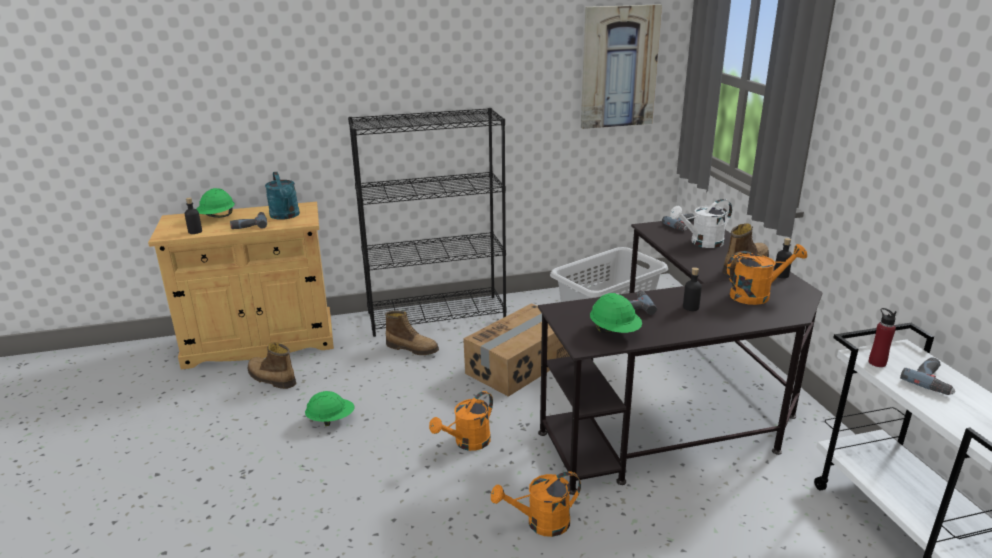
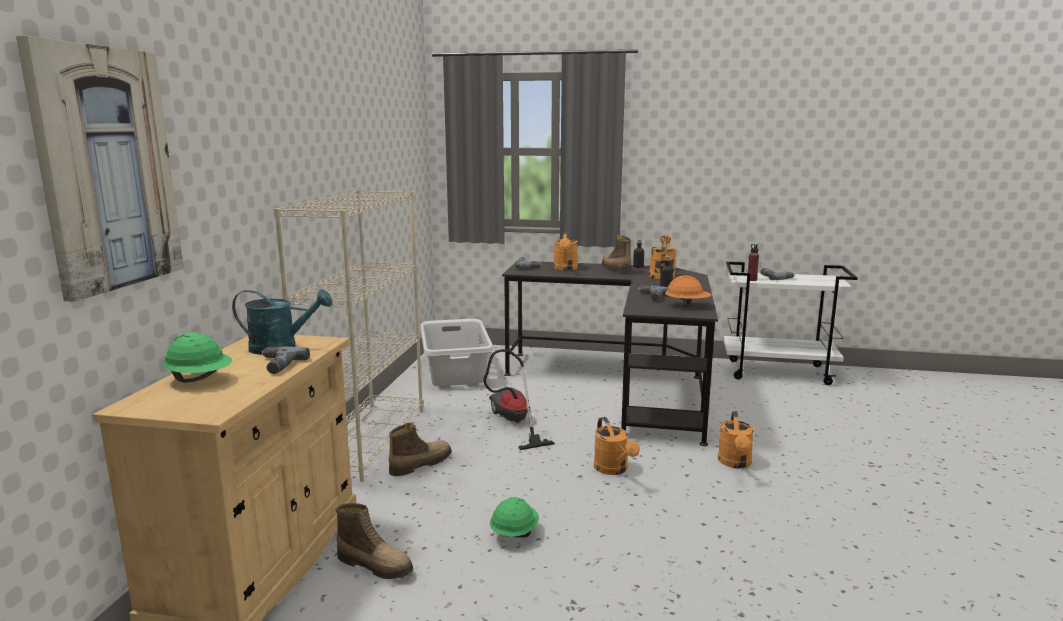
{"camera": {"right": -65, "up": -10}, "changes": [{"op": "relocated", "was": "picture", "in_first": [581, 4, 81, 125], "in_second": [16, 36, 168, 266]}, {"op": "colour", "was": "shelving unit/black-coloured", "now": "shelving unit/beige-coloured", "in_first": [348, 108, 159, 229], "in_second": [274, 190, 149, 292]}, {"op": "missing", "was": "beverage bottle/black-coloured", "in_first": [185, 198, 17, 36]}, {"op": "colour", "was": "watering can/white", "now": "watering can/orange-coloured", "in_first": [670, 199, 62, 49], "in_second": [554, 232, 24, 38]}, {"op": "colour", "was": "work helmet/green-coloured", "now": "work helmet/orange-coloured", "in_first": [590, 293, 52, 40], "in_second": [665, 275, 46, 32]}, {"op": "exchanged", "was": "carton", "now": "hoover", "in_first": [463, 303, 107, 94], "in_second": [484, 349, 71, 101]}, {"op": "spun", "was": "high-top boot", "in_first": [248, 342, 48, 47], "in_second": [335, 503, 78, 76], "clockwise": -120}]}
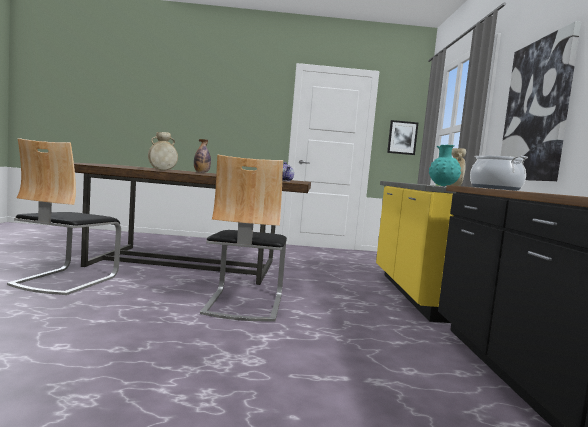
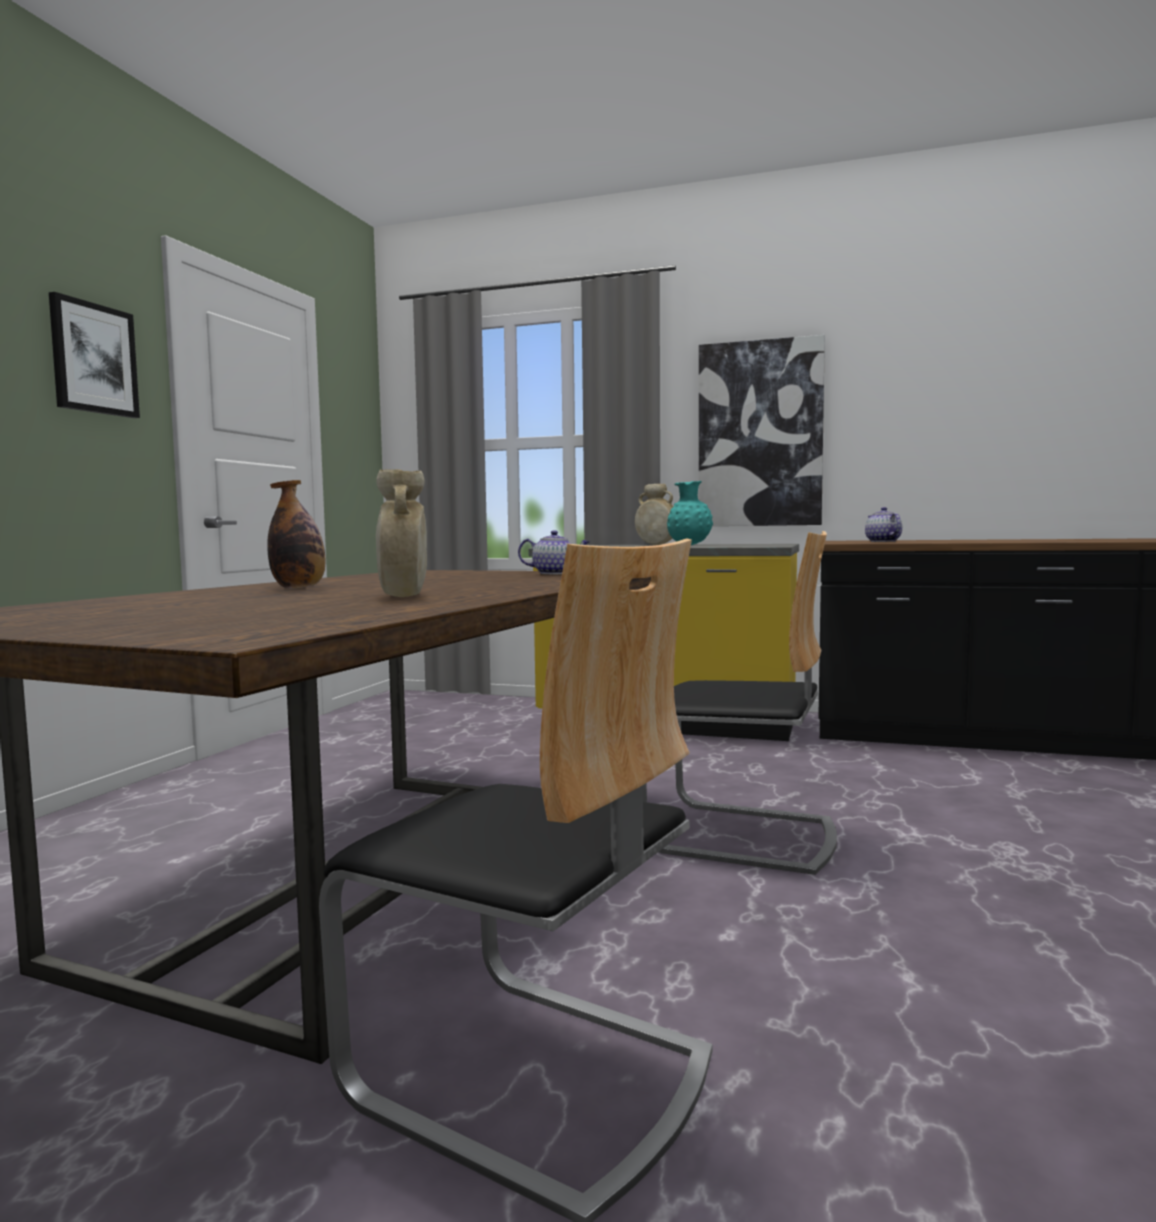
{"camera": {"right": -70, "up": 0}, "changes": [{"op": "relocated", "was": "picture", "in_first": [387, 120, 31, 35], "in_second": [49, 292, 91, 126]}, {"op": "exchanged", "was": "saucepot", "now": "teapot", "in_first": [470, 155, 58, 36], "in_second": [865, 507, 37, 35]}]}
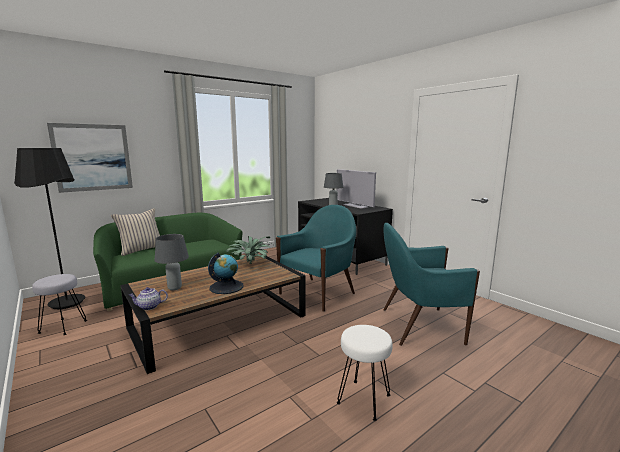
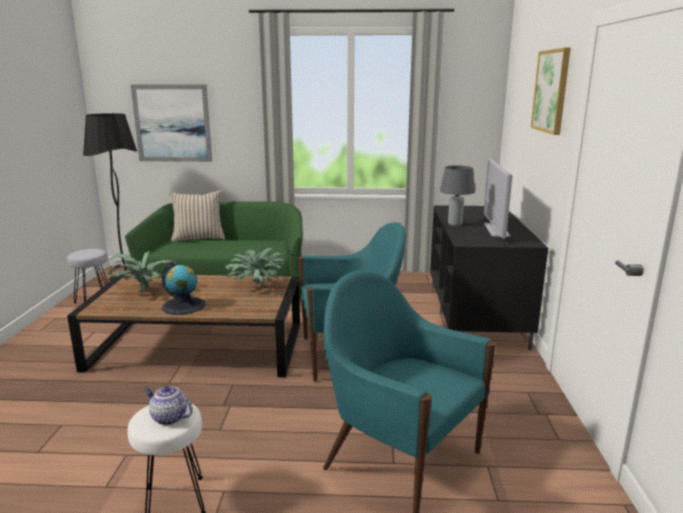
{"camera": {"right": 40, "up": 5}, "changes": [{"op": "exchanged", "was": "tabletop lamp/greyish", "now": "plant in a pot", "in_first": [155, 234, 34, 57], "in_second": [108, 251, 69, 42]}, {"op": "relocated", "was": "teapot", "in_first": [129, 287, 39, 23], "in_second": [143, 386, 50, 39]}, {"op": "appeared", "now": "picture", "in_second": [531, 48, 40, 87]}]}
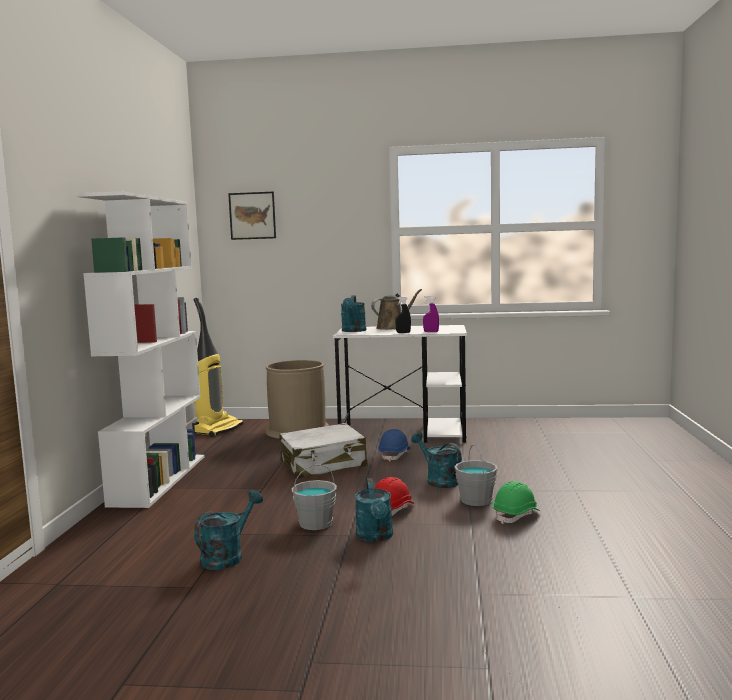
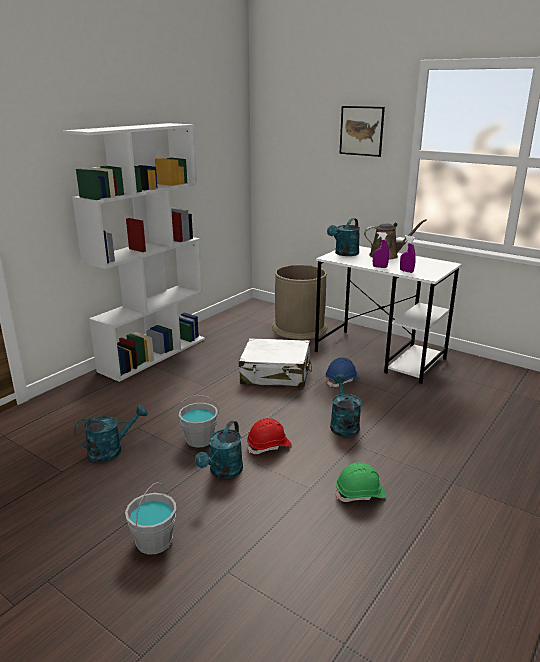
{"camera": {"right": 30, "up": 15}, "changes": [{"op": "relocated", "was": "picture", "in_first": [228, 192, 48, 48], "in_second": [339, 106, 46, 51]}, {"op": "colour", "was": "hand sprayer/black-coloured", "now": "hand sprayer/purplish", "in_first": [396, 297, 15, 36], "in_second": [373, 232, 16, 36]}, {"op": "missing", "was": "hoover", "in_first": [192, 298, 51, 139]}, {"op": "relocated", "was": "water bucket/greyish", "in_first": [454, 445, 43, 61], "in_second": [125, 482, 51, 73]}]}
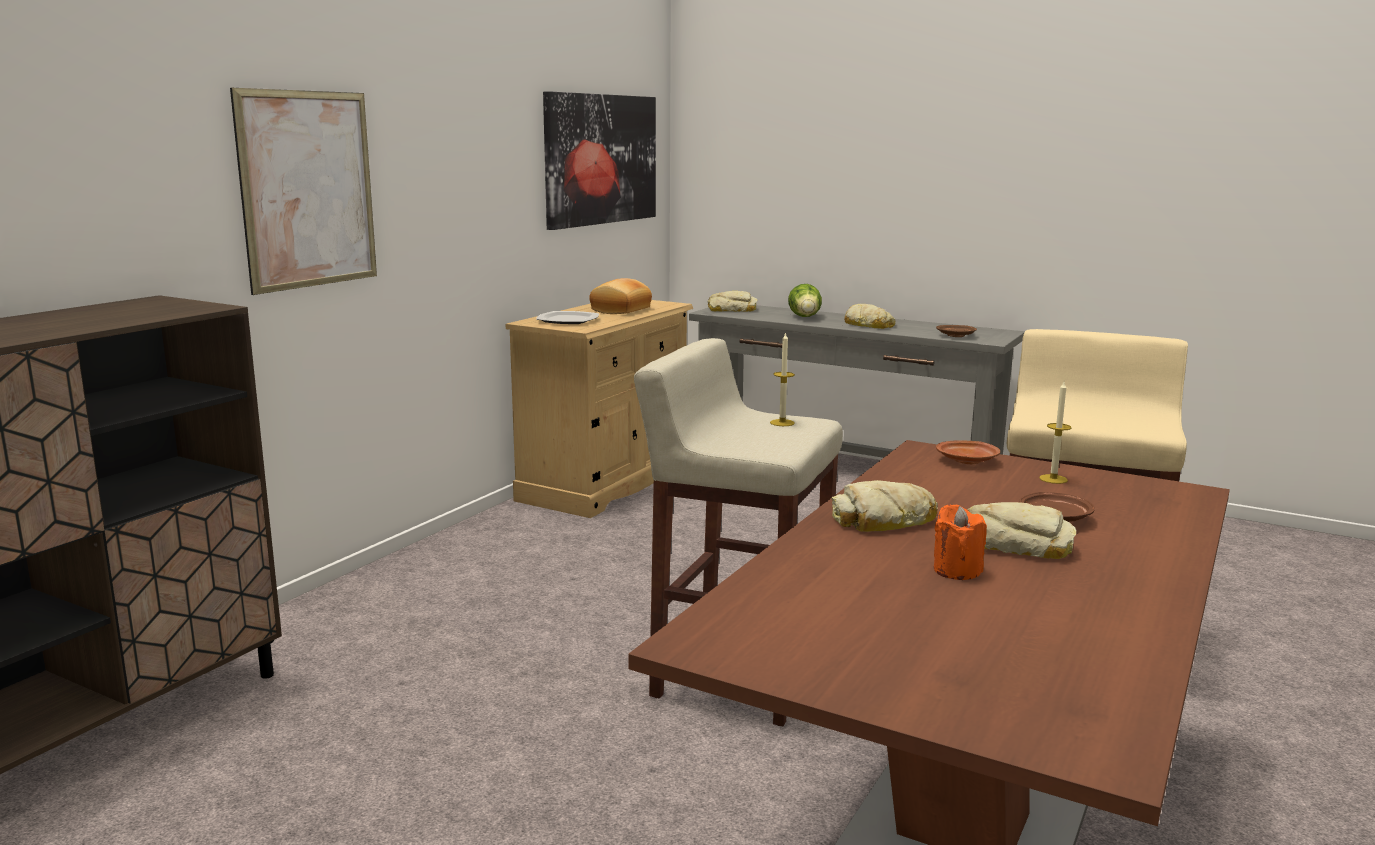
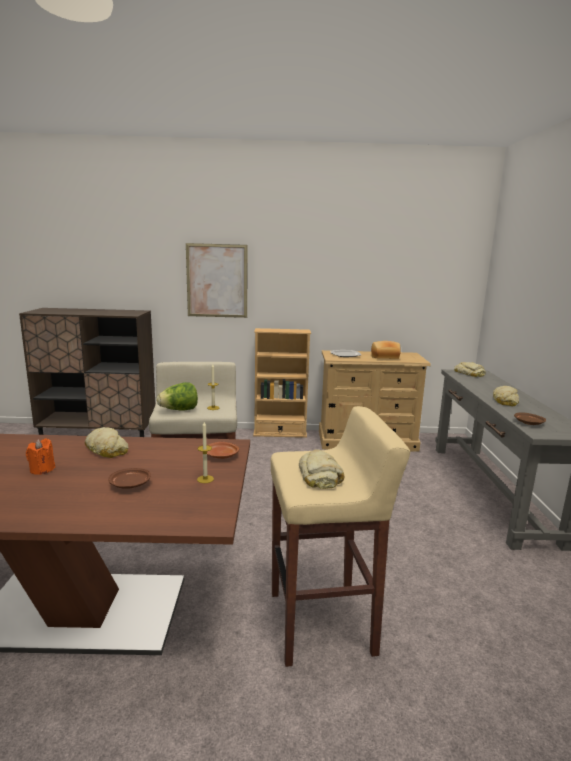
{"camera": {"right": 60, "up": 0}, "changes": [{"op": "missing", "was": "picture", "in_first": [543, 91, 113, 139]}, {"op": "relocated", "was": "head of lettuce", "in_first": [788, 284, 34, 33], "in_second": [157, 382, 41, 29]}, {"op": "relocated", "was": "baked bread", "in_first": [968, 502, 108, 57], "in_second": [299, 449, 46, 40]}, {"op": "appeared", "now": "shelving unit/beige-coloured", "in_second": [253, 328, 58, 110]}]}
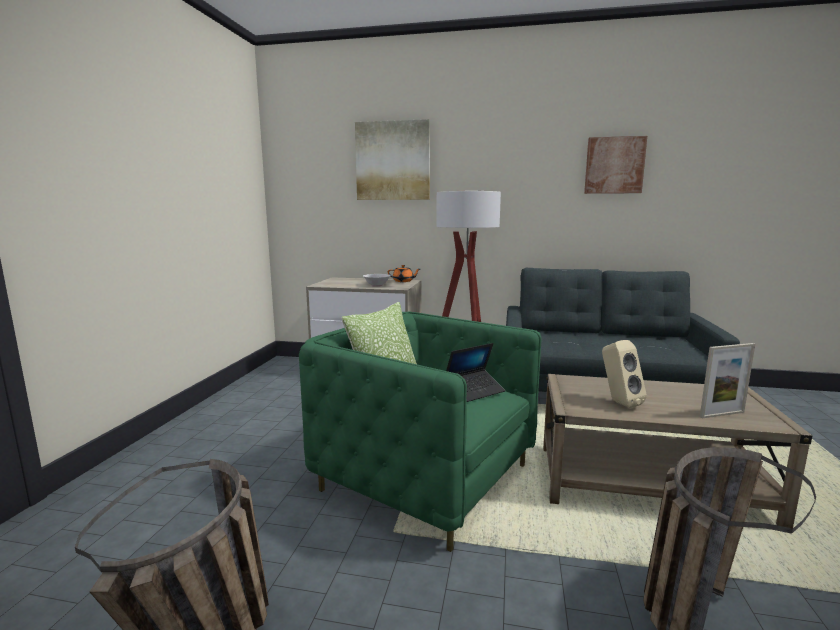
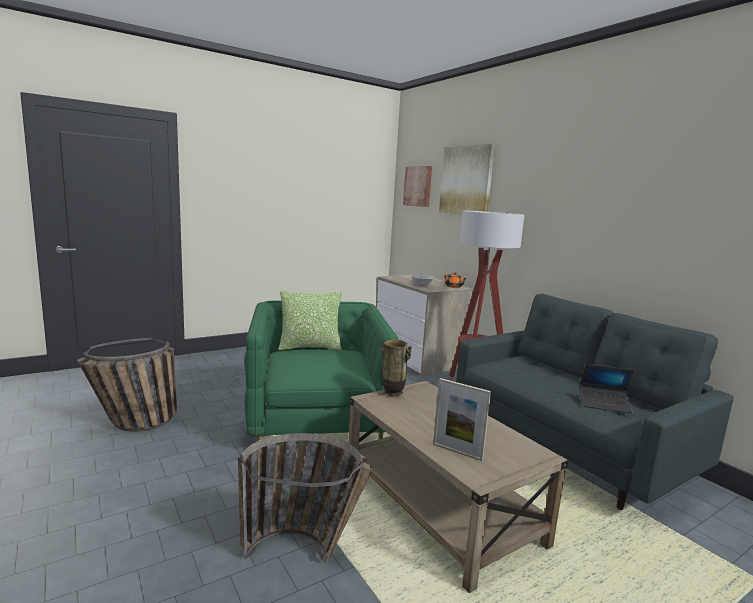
{"camera": {"right": 45, "up": 0}, "changes": [{"op": "relocated", "was": "picture", "in_first": [584, 136, 63, 58], "in_second": [403, 166, 29, 41]}, {"op": "missing", "was": "audio speaker/beige-coloured", "in_first": [602, 340, 45, 68]}, {"op": "relocated", "was": "laptop", "in_first": [446, 343, 59, 59], "in_second": [579, 364, 55, 49]}, {"op": "appeared", "now": "flower vase", "in_second": [381, 340, 31, 56]}]}
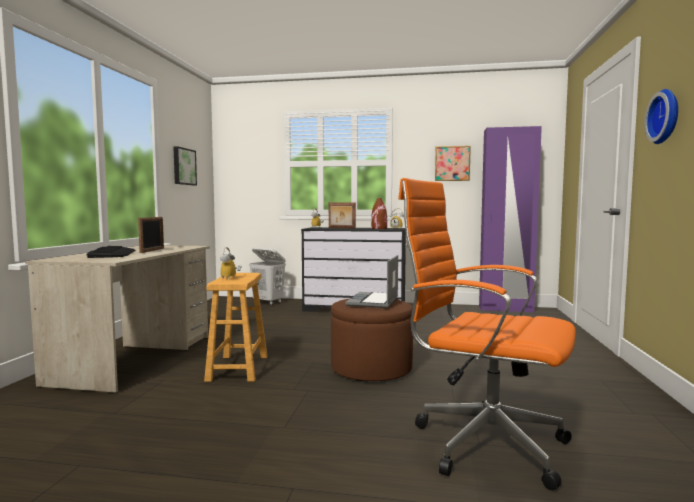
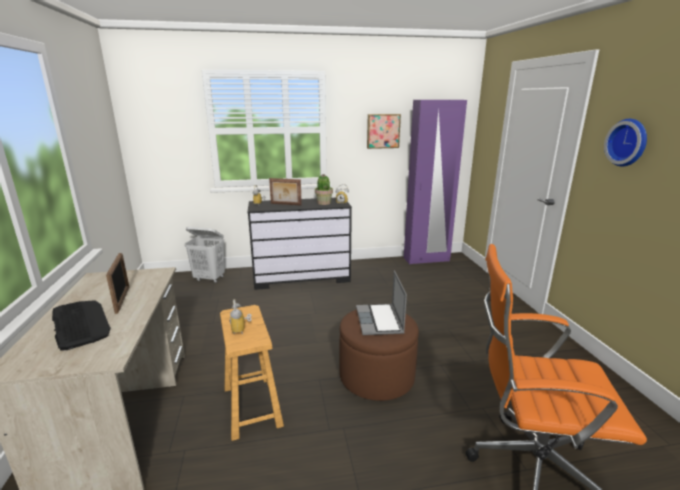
{"camera": {"right": -20, "up": 15}, "changes": [{"op": "missing", "was": "picture", "in_first": [173, 146, 24, 39]}, {"op": "exchanged", "was": "flower vase/brown-coloured", "now": "plant in a pot", "in_first": [371, 198, 16, 31], "in_second": [315, 174, 18, 31]}]}
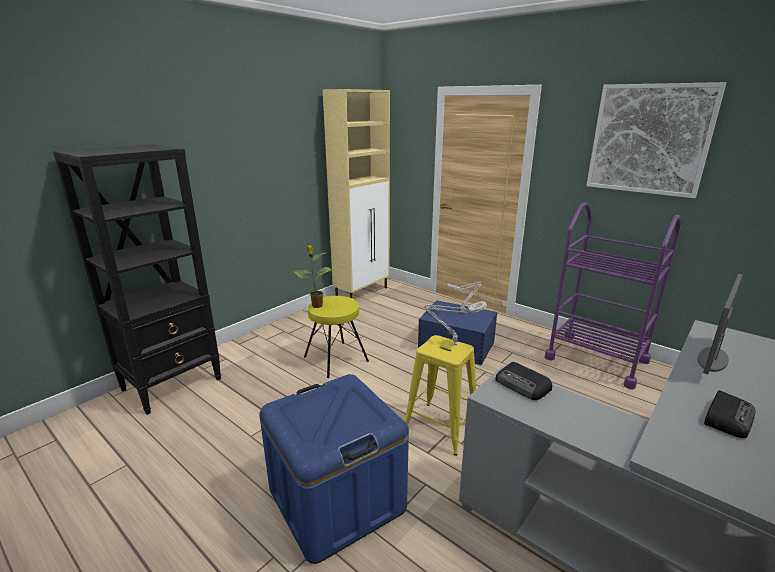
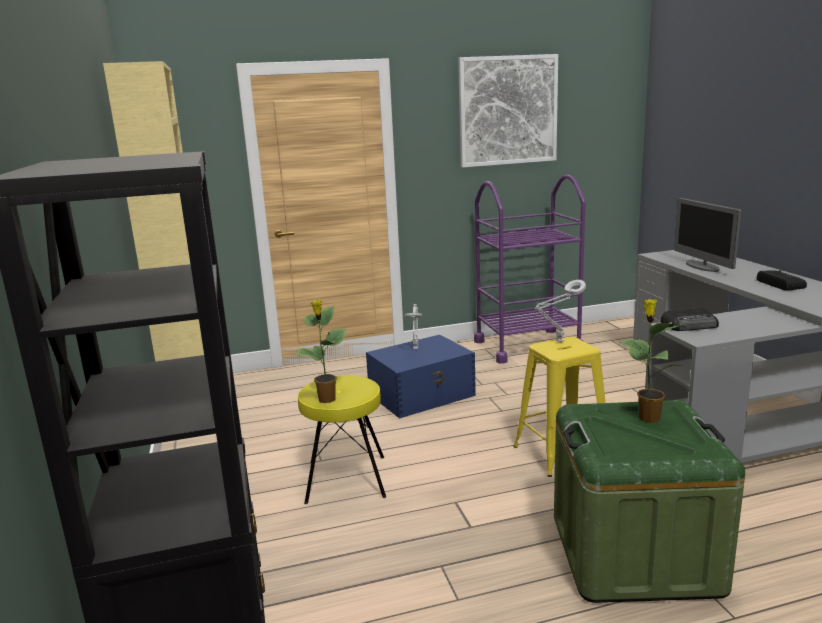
{"camera": {"right": -55, "up": -5}, "changes": [{"op": "colour", "was": "storage box/blue-coloured", "now": "storage box/green-coloured", "in_first": [259, 374, 150, 190], "in_second": [554, 400, 191, 203]}, {"op": "appeared", "now": "plant in a pot", "in_second": [618, 299, 71, 124]}]}
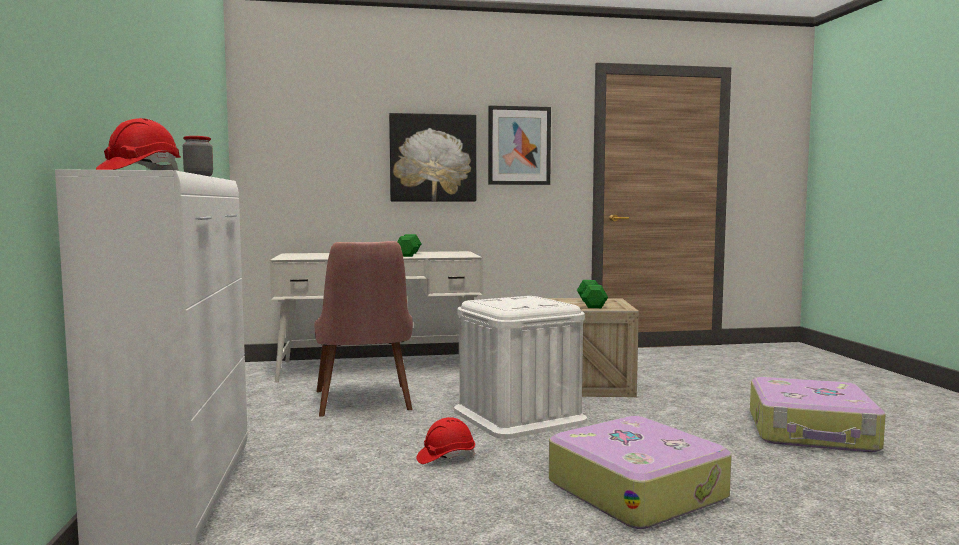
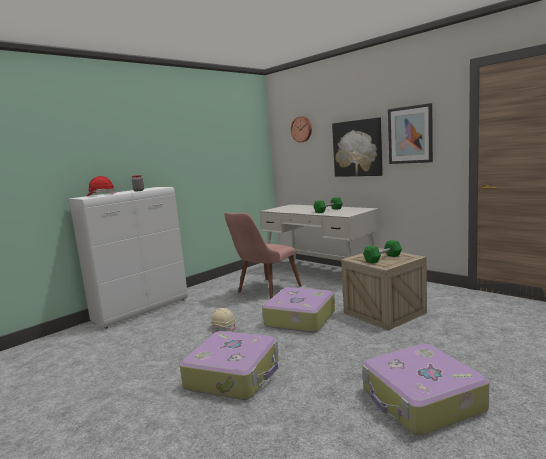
{"camera": {"right": 55, "up": 5}, "changes": [{"op": "exchanged", "was": "storage box/white", "now": "suitcase", "in_first": [454, 296, 133, 143], "in_second": [262, 287, 73, 46]}, {"op": "colour", "was": "work helmet/reddish", "now": "work helmet/beige-coloured", "in_first": [416, 417, 59, 47], "in_second": [210, 308, 26, 23]}, {"op": "appeared", "now": "clock on the wall", "in_second": [291, 116, 21, 26]}]}
